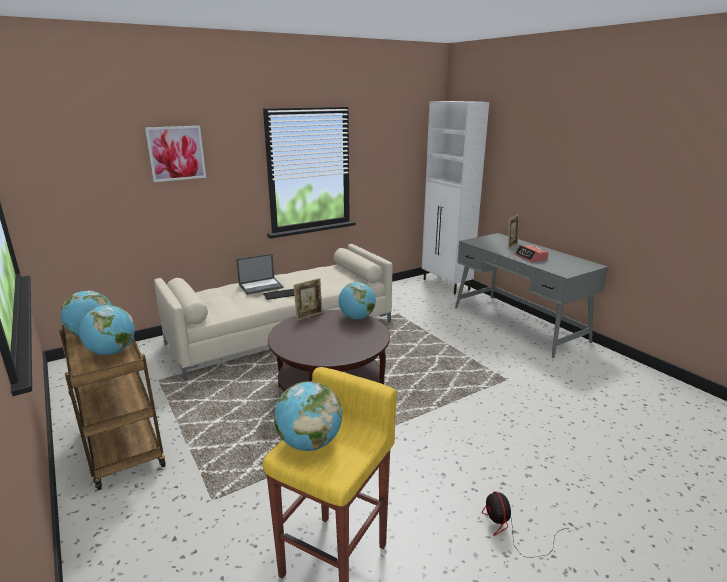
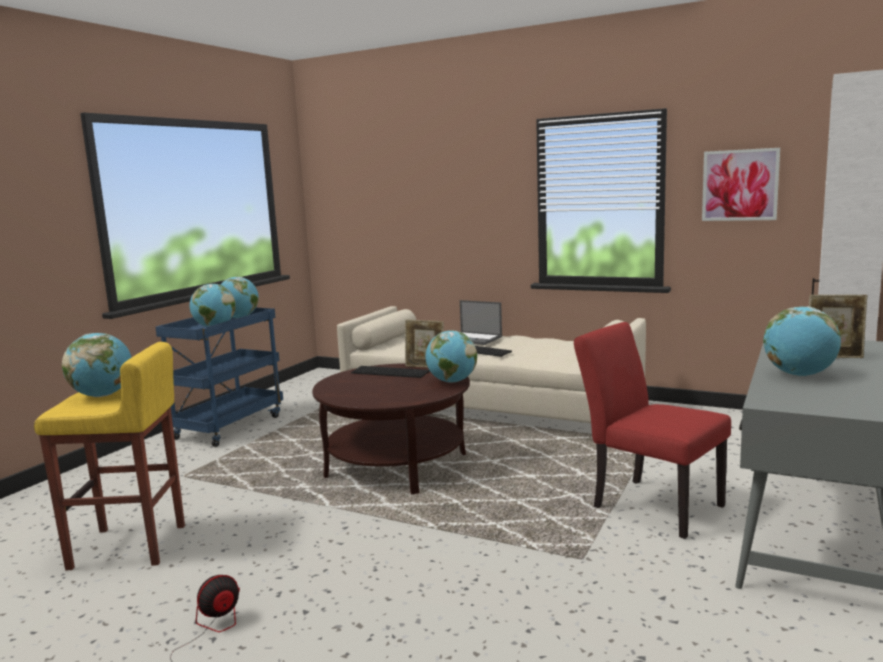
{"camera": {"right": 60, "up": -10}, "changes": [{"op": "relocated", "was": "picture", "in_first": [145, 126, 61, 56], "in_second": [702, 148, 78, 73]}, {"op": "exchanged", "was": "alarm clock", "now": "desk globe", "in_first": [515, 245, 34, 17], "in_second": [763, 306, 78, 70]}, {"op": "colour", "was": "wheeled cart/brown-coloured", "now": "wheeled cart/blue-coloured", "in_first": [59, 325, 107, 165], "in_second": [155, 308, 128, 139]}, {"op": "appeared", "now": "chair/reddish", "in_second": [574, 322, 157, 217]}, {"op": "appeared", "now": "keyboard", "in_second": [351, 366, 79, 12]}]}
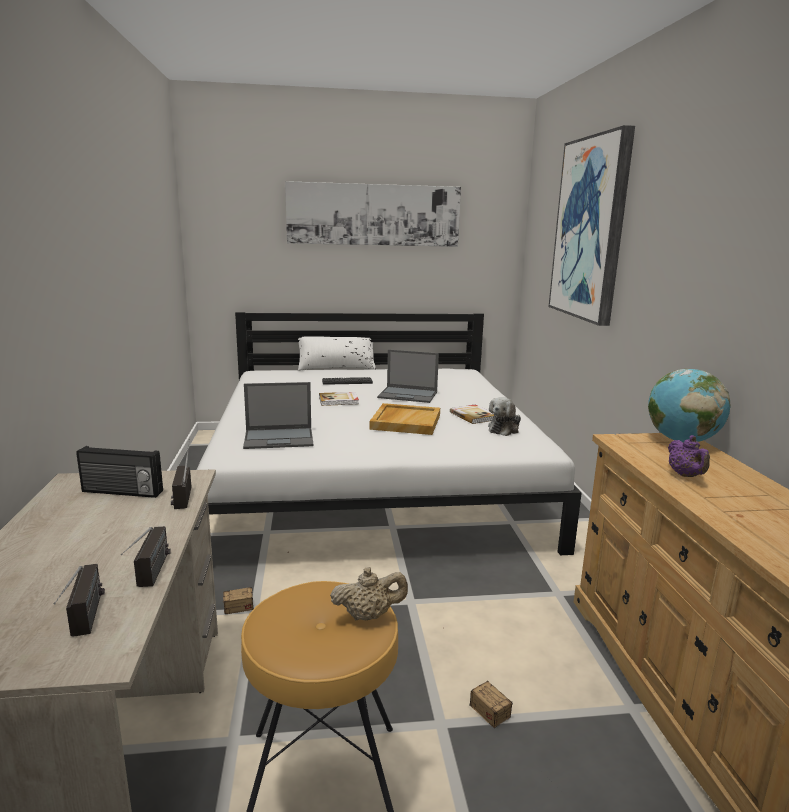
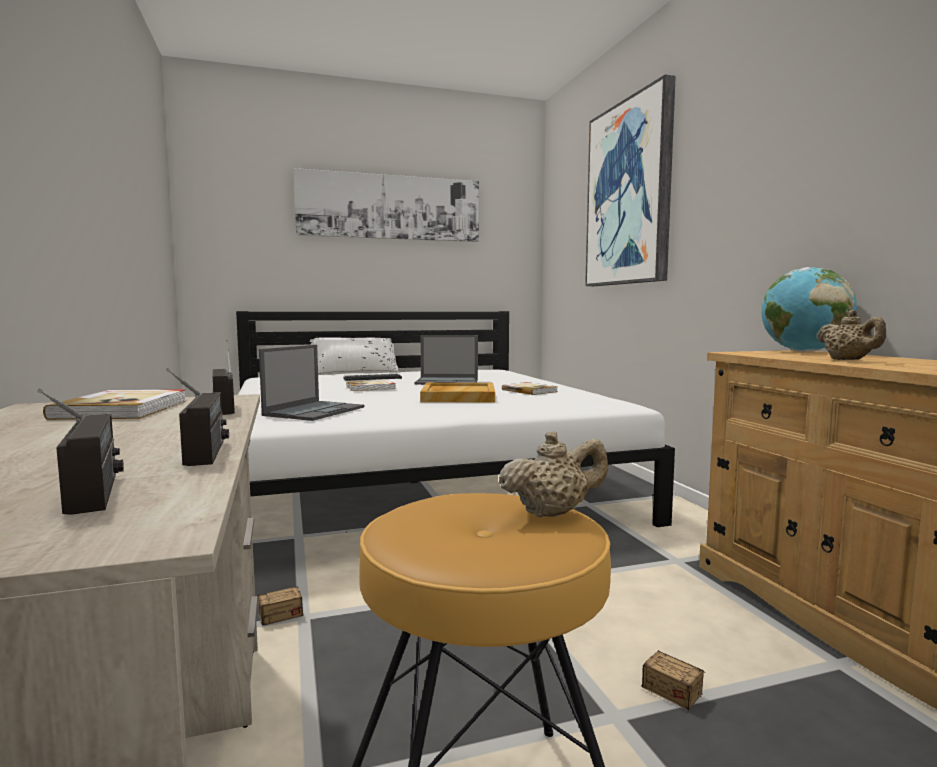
{"camera": {"right": -10, "up": -10}, "changes": [{"op": "spun", "was": "laptop", "in_first": [243, 382, 70, 67], "in_second": [259, 345, 105, 76], "clockwise": -45}, {"op": "missing", "was": "plush toy", "in_first": [488, 397, 33, 39]}, {"op": "colour", "was": "teapot/purplish", "now": "teapot/beige-coloured", "in_first": [668, 435, 42, 42], "in_second": [816, 310, 70, 50]}, {"op": "exchanged", "was": "radio set", "now": "bound book", "in_first": [76, 446, 87, 52], "in_second": [43, 389, 144, 31]}]}
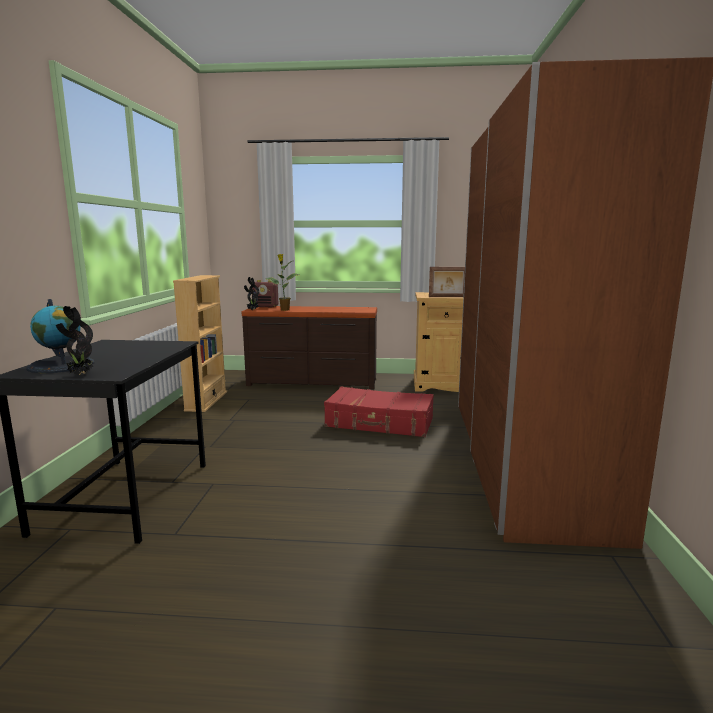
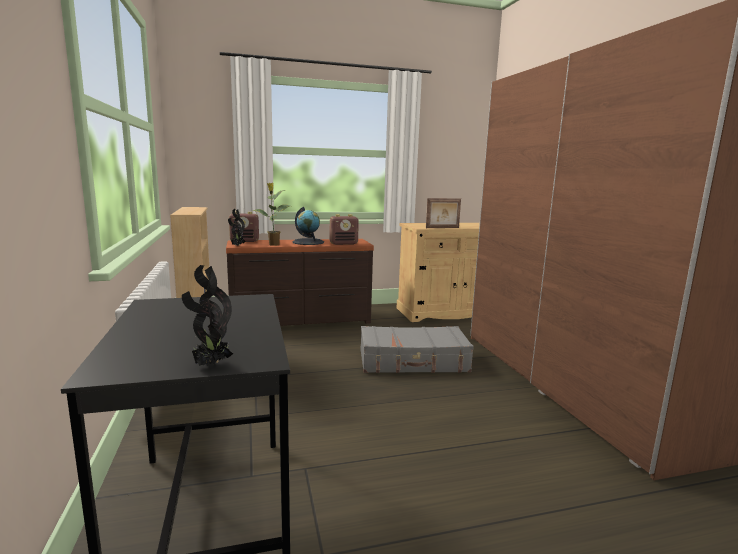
{"camera": {"right": -20, "up": 0}, "changes": [{"op": "relocated", "was": "desk globe", "in_first": [26, 299, 68, 74], "in_second": [292, 207, 32, 38]}, {"op": "colour", "was": "suitcase/reddish", "now": "suitcase/greyish", "in_first": [324, 386, 110, 51], "in_second": [360, 326, 114, 47]}, {"op": "appeared", "now": "radio set", "in_second": [330, 214, 29, 31]}]}
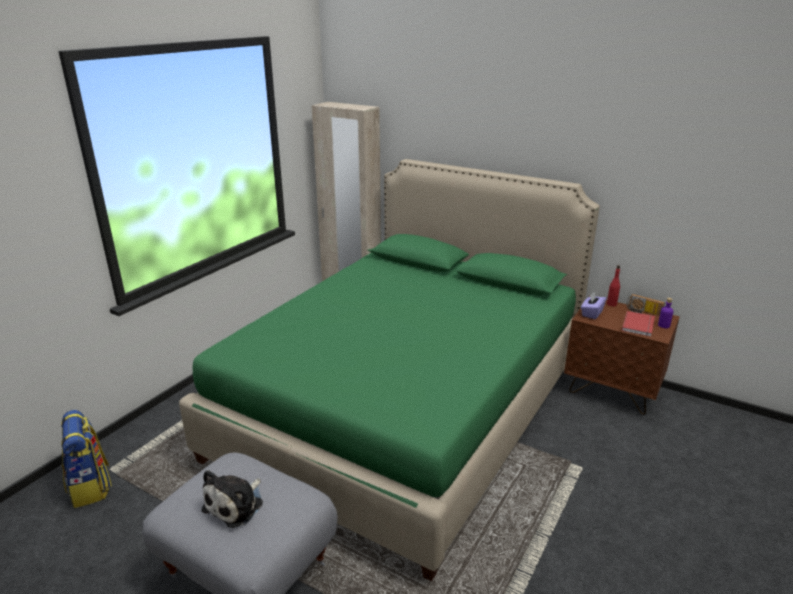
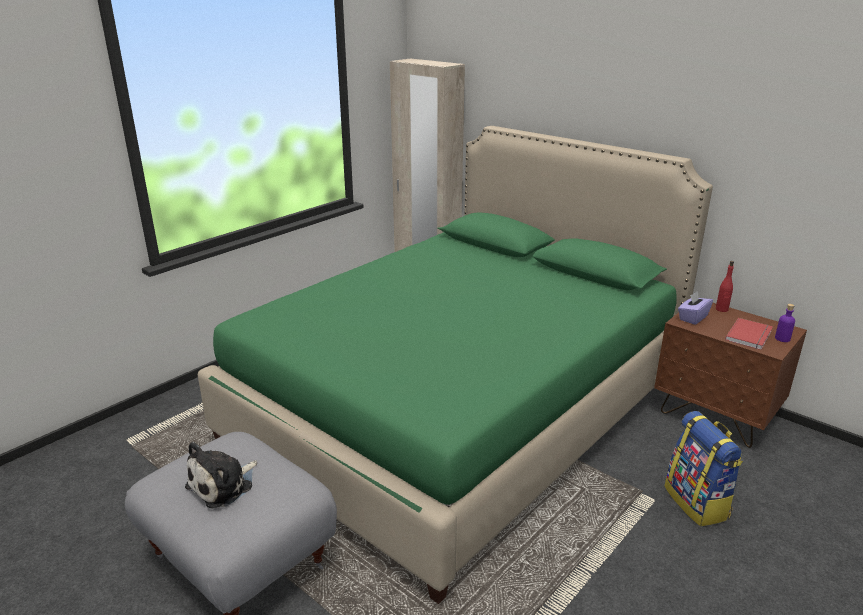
{"camera": {"right": 10, "up": 0}, "changes": [{"op": "missing", "was": "radio set", "in_first": [627, 294, 38, 22]}, {"op": "relocated", "was": "rucksack", "in_first": [61, 410, 51, 98], "in_second": [665, 411, 78, 116]}]}
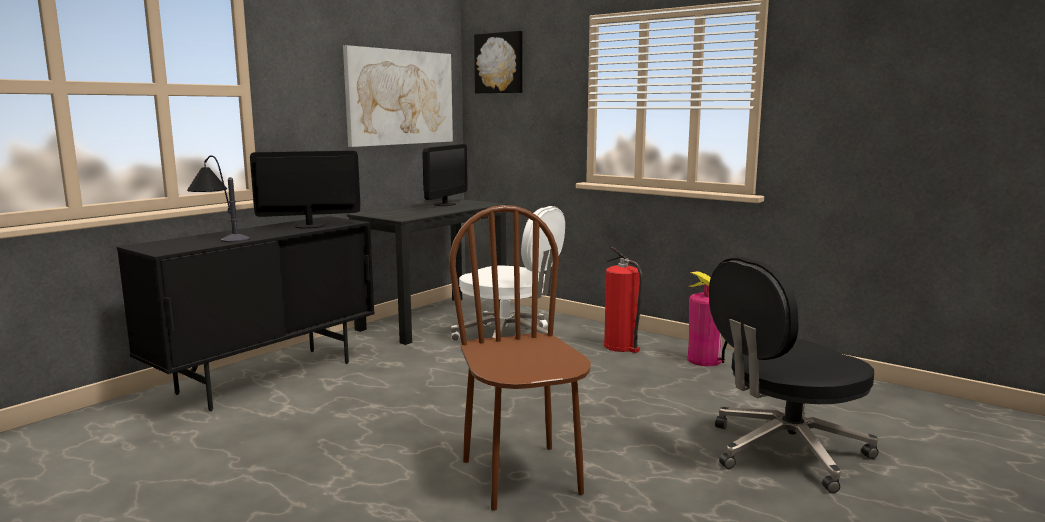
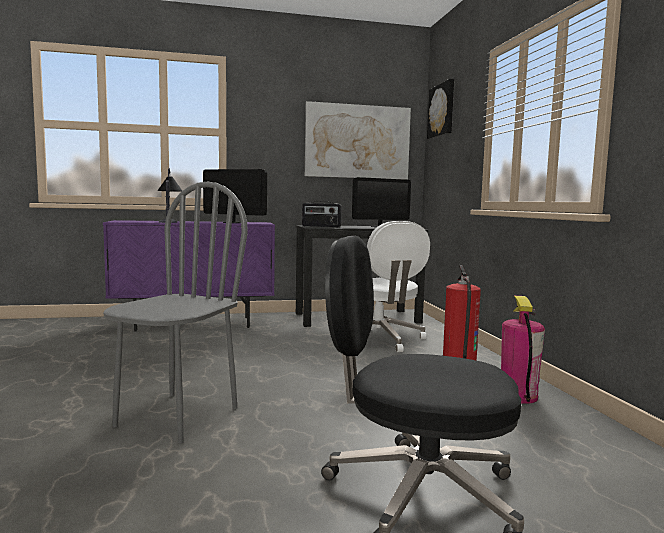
{"camera": {"right": 40, "up": -5}, "changes": [{"op": "colour", "was": "chair/brown-coloured", "now": "chair/greyish", "in_first": [449, 205, 142, 306], "in_second": [103, 181, 145, 262]}, {"op": "colour", "was": "cupboard/black-coloured", "now": "cupboard/purplish", "in_first": [117, 216, 258, 195], "in_second": [103, 220, 172, 111]}, {"op": "appeared", "now": "radio set", "in_second": [302, 202, 40, 25]}]}
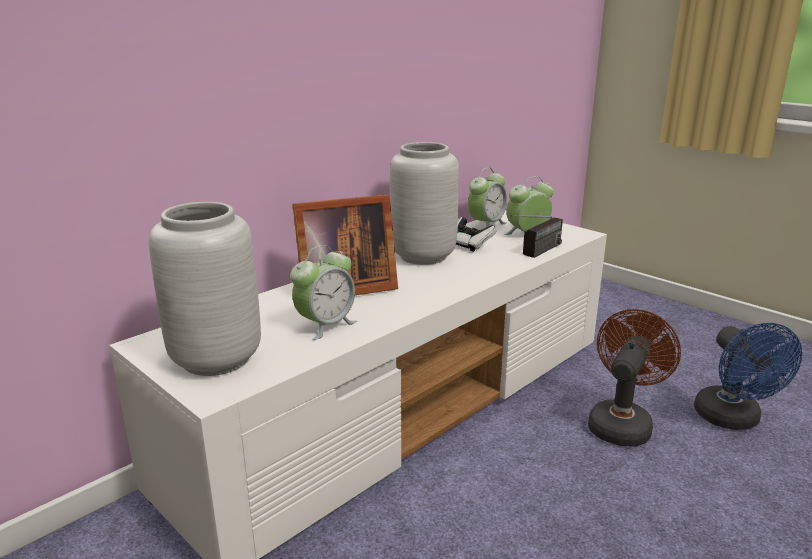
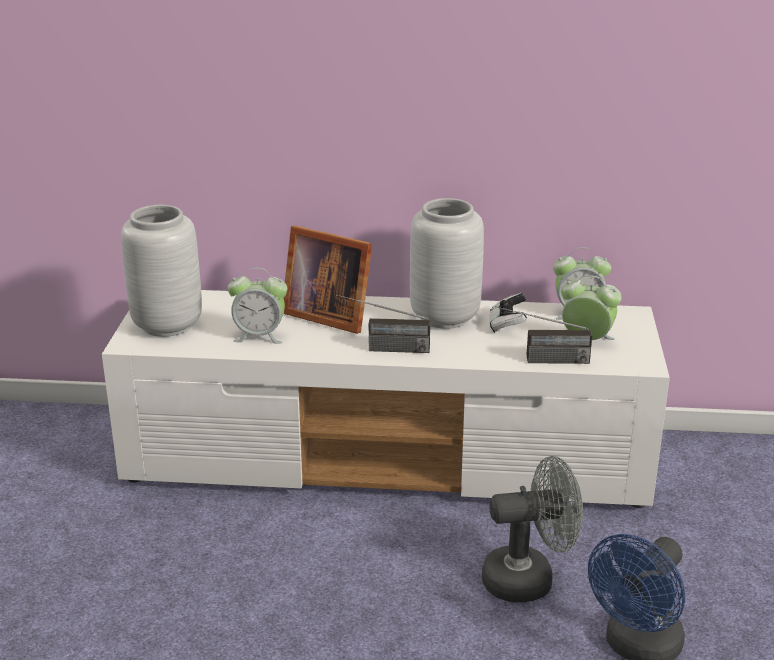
{"camera": {"right": 50, "up": 5}, "changes": [{"op": "colour", "was": "electric fan/brown-coloured", "now": "electric fan/greyish", "in_first": [588, 309, 93, 137], "in_second": [482, 456, 101, 146]}, {"op": "appeared", "now": "radio set", "in_second": [336, 294, 94, 59]}]}
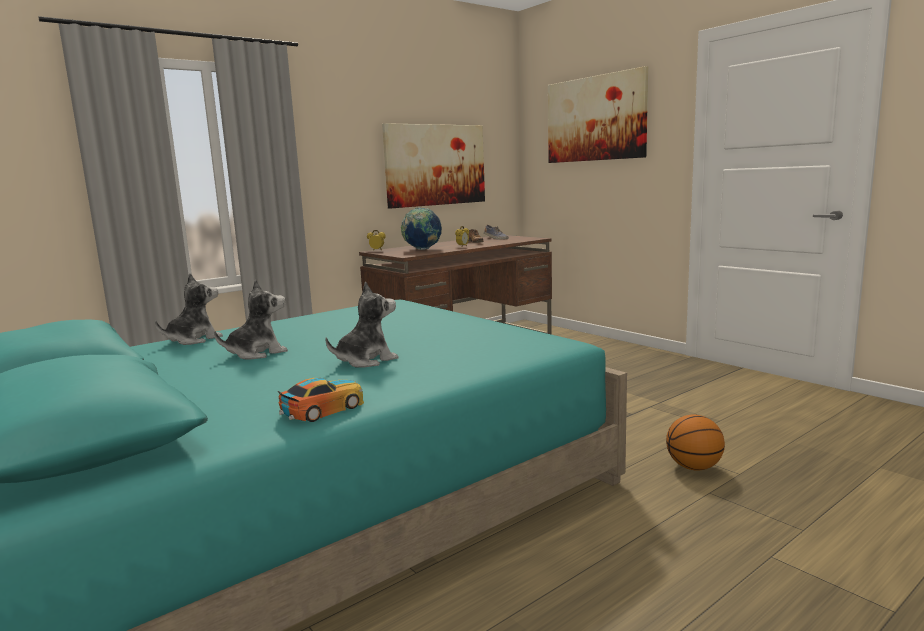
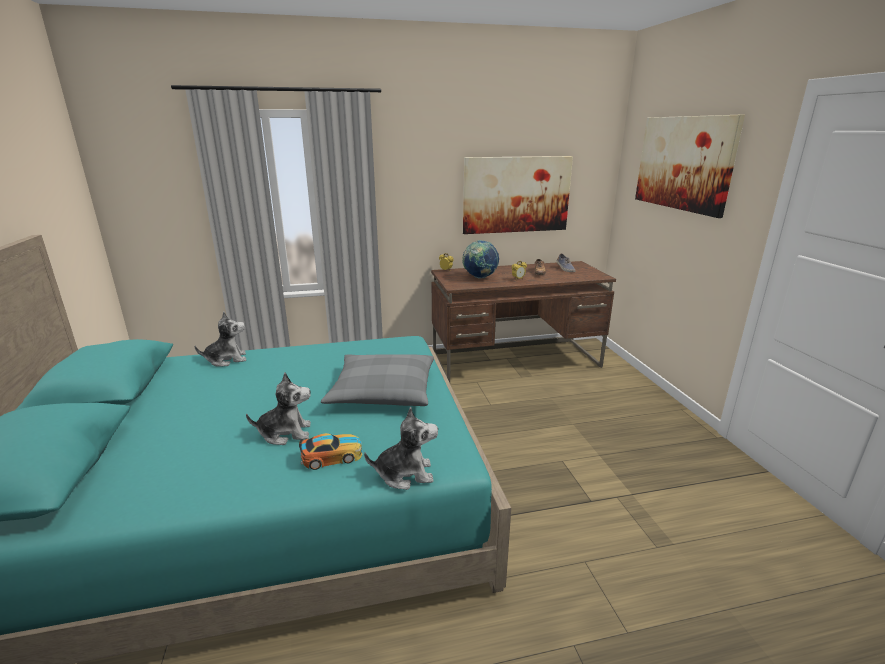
{"camera": {"right": 25, "up": 10}, "changes": [{"op": "relocated", "was": "plush toy", "in_first": [214, 279, 74, 80], "in_second": [364, 407, 74, 83]}, {"op": "relocated", "was": "model car", "in_first": [278, 378, 86, 44], "in_second": [299, 433, 64, 37]}, {"op": "missing", "was": "basketball", "in_first": [666, 415, 59, 56]}, {"op": "appeared", "now": "throw pillow/greyish", "in_second": [321, 354, 113, 52]}]}
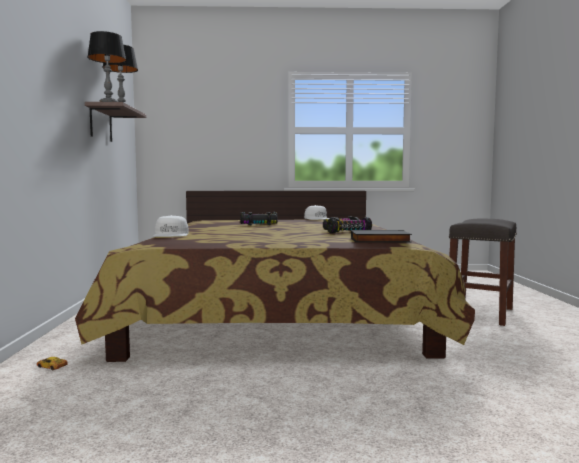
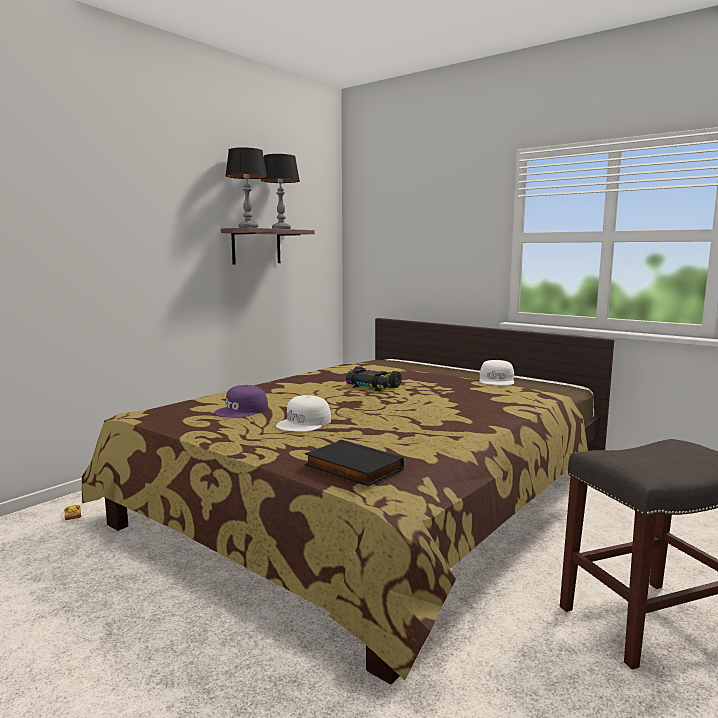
{"camera": {"right": 40, "up": 5}, "changes": [{"op": "relocated", "was": "peaked cap/white", "in_first": [153, 215, 36, 22], "in_second": [276, 395, 55, 37]}, {"op": "missing", "was": "model car", "in_first": [323, 216, 49, 17]}, {"op": "appeared", "now": "peaked cap/purplish", "in_second": [214, 385, 54, 33]}]}
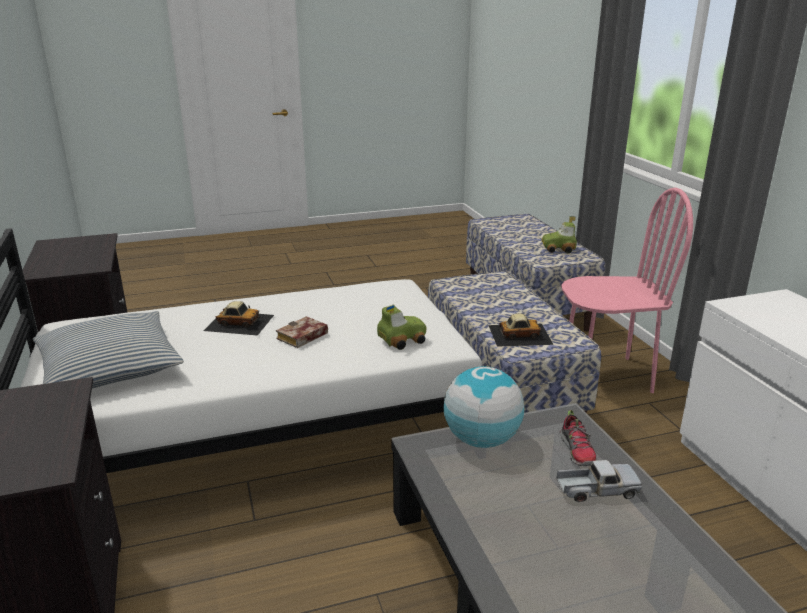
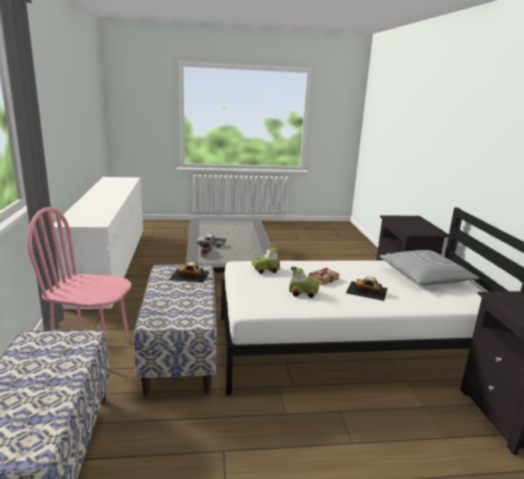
{"camera": {"right": -170, "up": -5}, "changes": [{"op": "relocated", "was": "model car", "in_first": [542, 216, 35, 37], "in_second": [289, 267, 31, 31]}, {"op": "missing", "was": "desk globe", "in_first": [444, 366, 80, 82]}]}
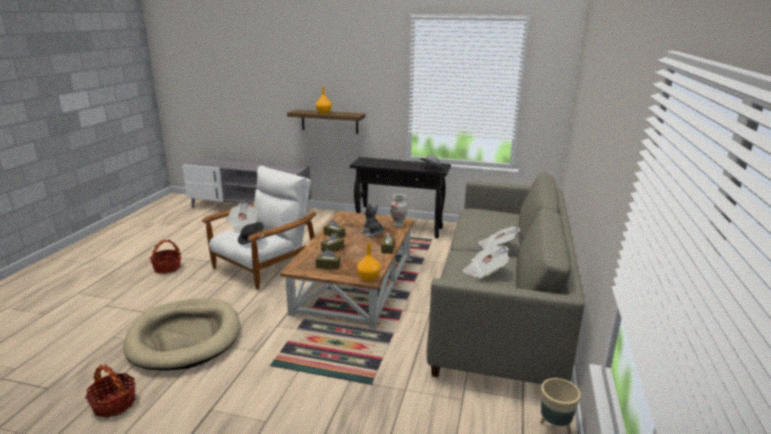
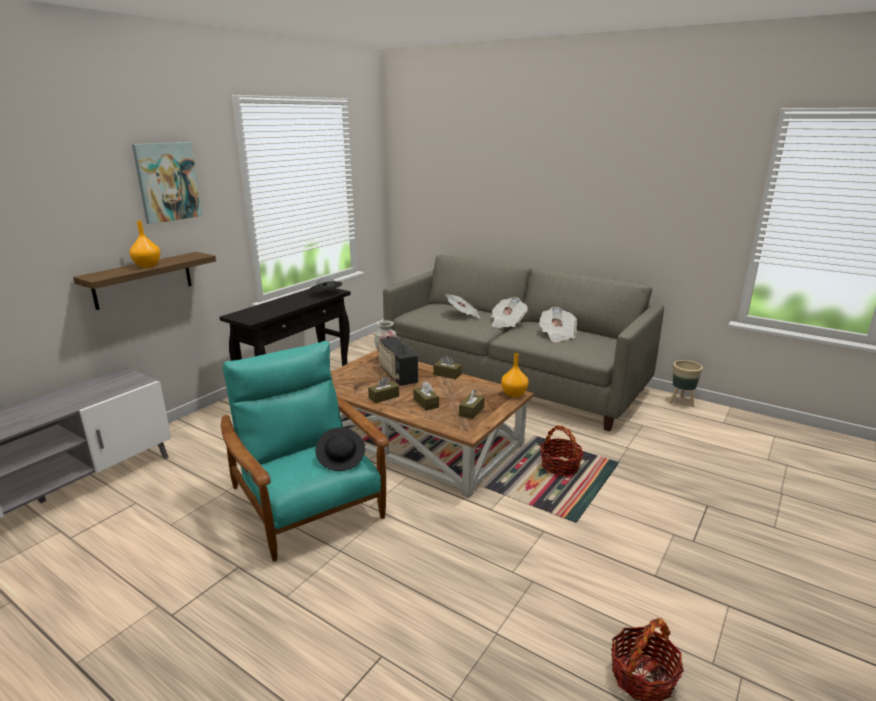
{"camera": {"right": -70, "up": 0}, "changes": [{"op": "colour", "was": "easy chair/white", "now": "easy chair/turquoise", "in_first": [202, 166, 114, 124], "in_second": [221, 341, 168, 221]}, {"op": "relocated", "was": "newspaper", "in_first": [227, 203, 32, 30], "in_second": [445, 294, 35, 24]}, {"op": "exchanged", "was": "plush toy", "now": "radio set", "in_first": [360, 203, 25, 34], "in_second": [379, 337, 39, 49]}, {"op": "relocated", "was": "basket", "in_first": [150, 240, 31, 34], "in_second": [540, 425, 44, 51]}, {"op": "missing", "was": "dog bed/beige-coloured", "in_first": [123, 298, 117, 73]}, {"op": "appeared", "now": "picture", "in_second": [132, 142, 70, 82]}]}
